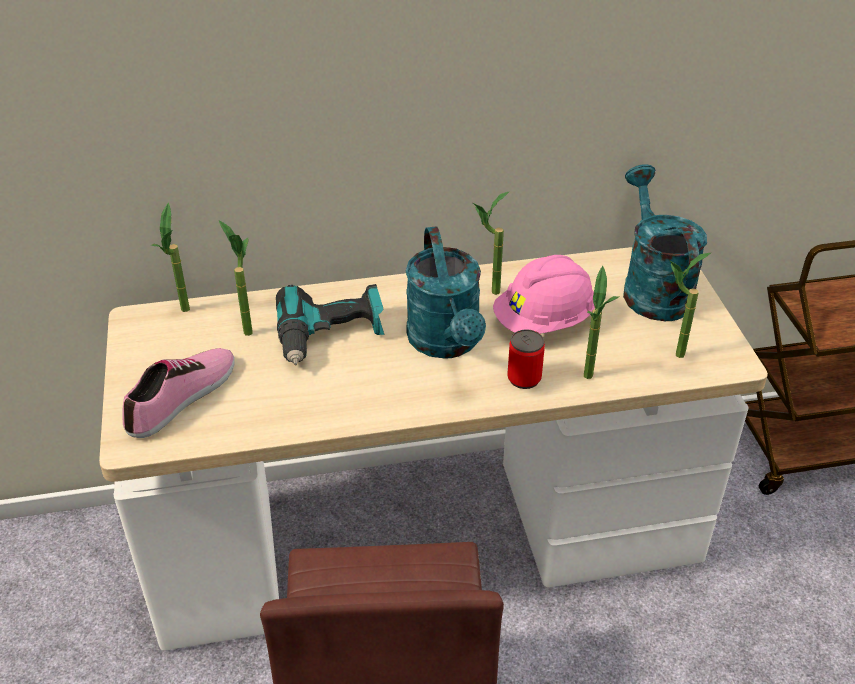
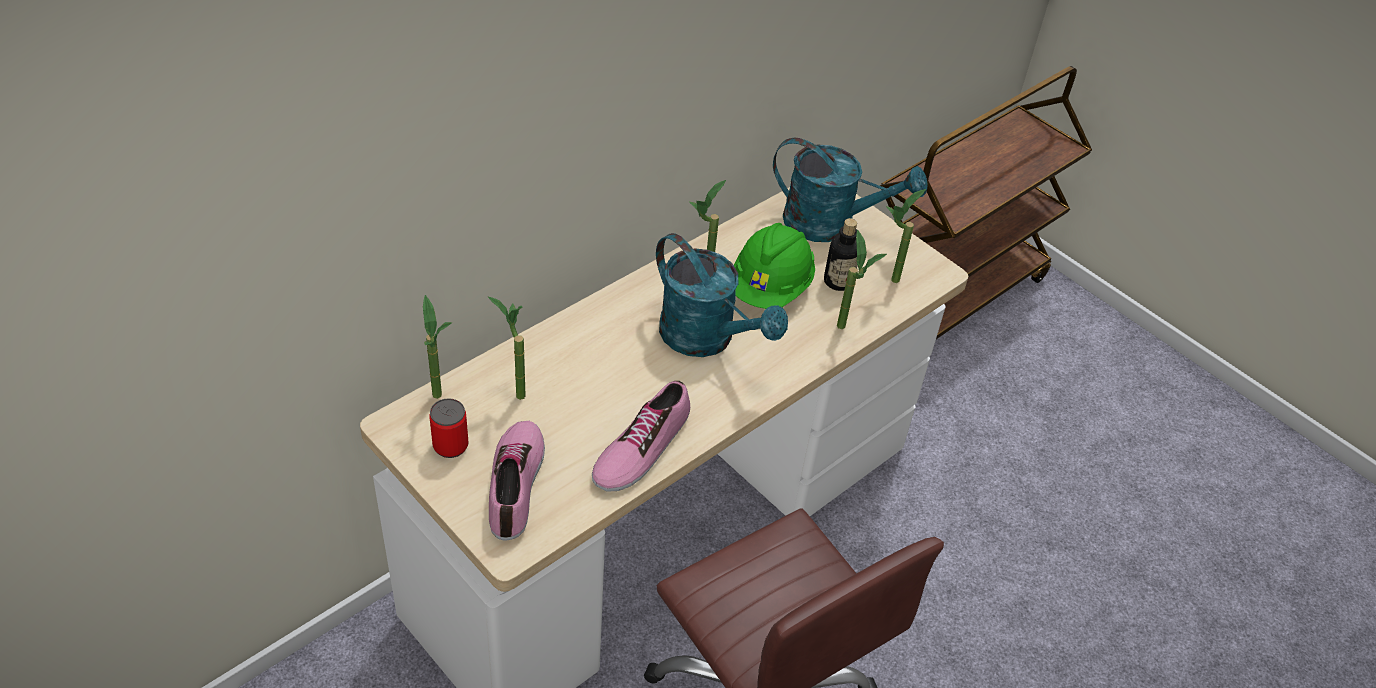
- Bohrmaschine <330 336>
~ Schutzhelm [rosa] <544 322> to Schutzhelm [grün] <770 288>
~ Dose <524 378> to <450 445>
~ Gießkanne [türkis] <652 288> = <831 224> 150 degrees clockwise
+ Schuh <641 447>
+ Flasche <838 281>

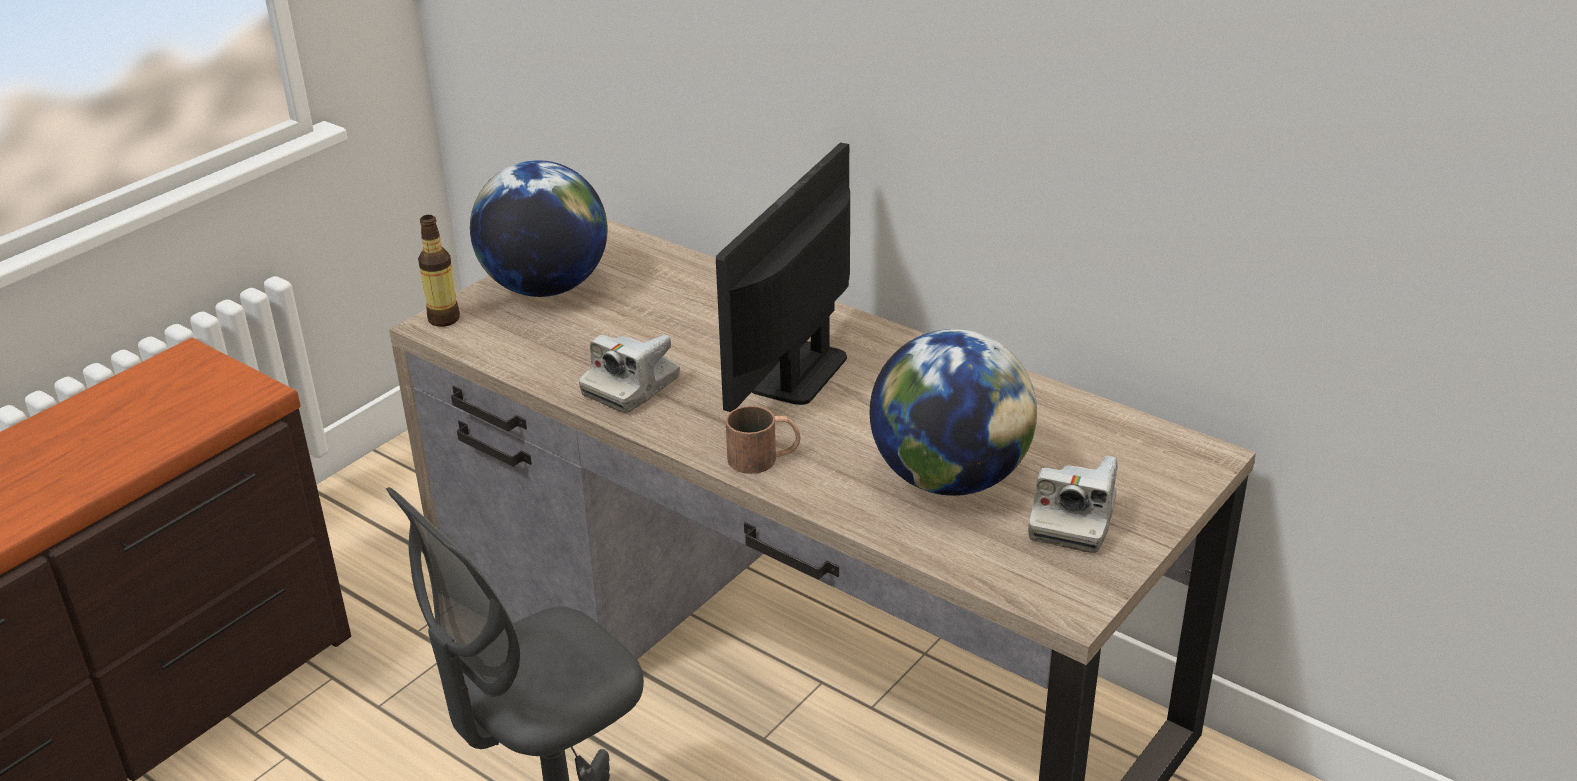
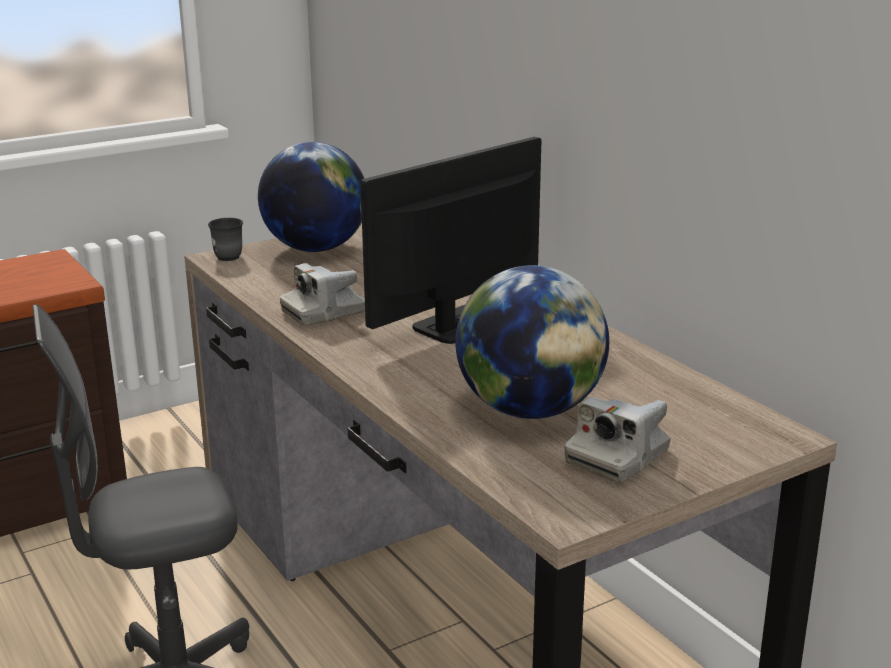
~ Flasche <444 319> to Henkelbecher [grau] <226 255>
- Henkelbecher [braun] <764 458>

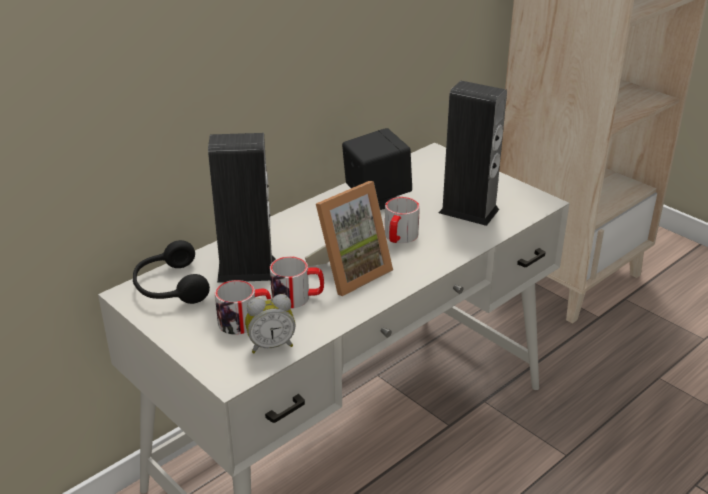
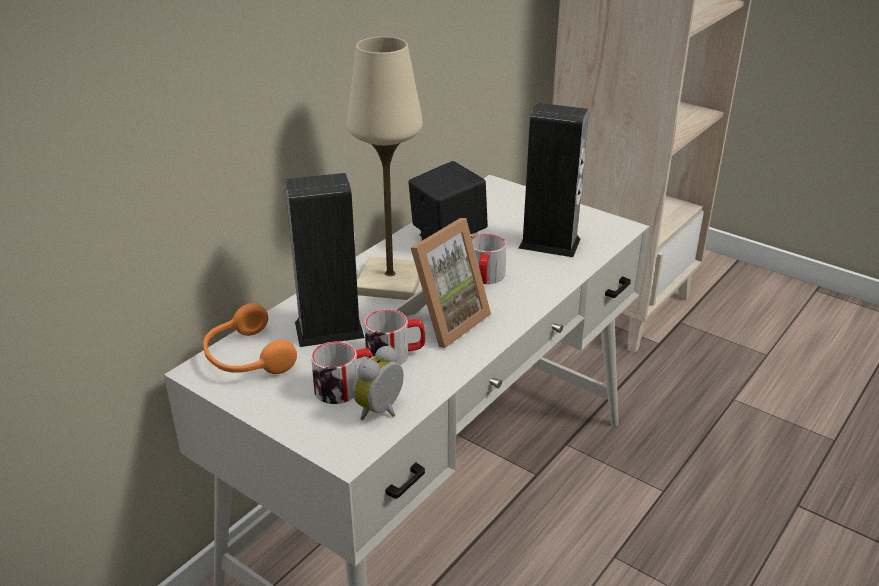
~ Kopfhörer [schwarz] <169 287> to Kopfhörer [orange] <246 358>
~ Wecker <271 345> = <382 411> 150 degrees clockwise
+ Tischlampe [beige] <390 282>

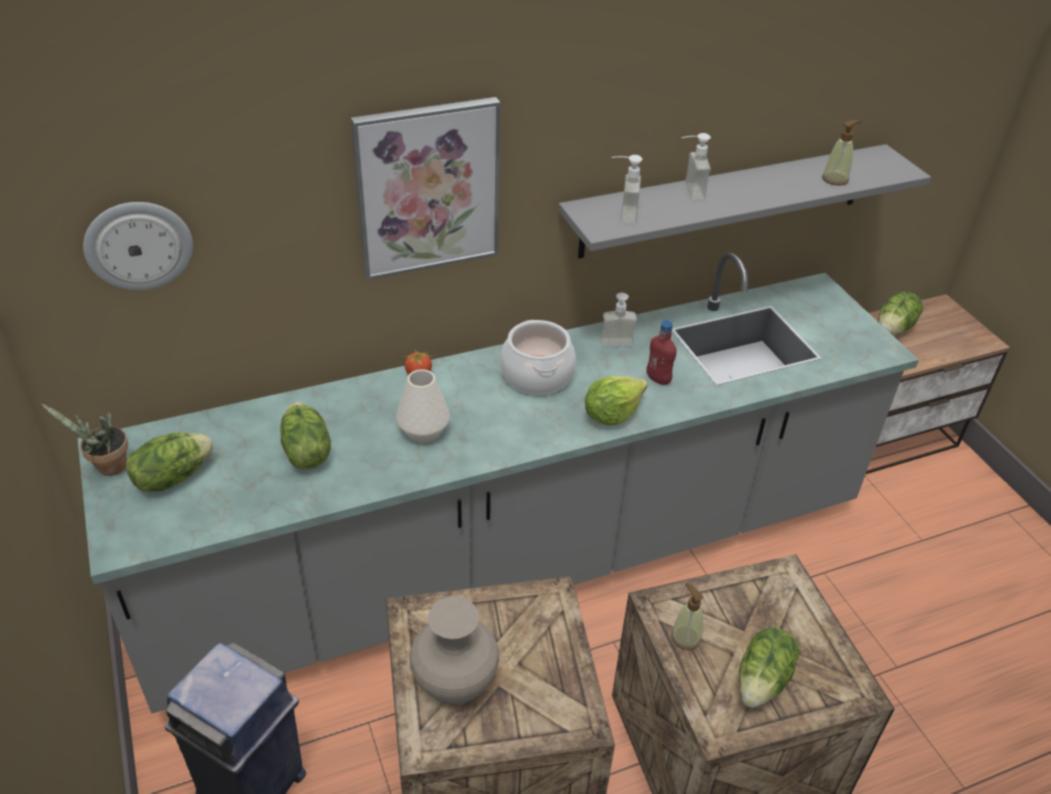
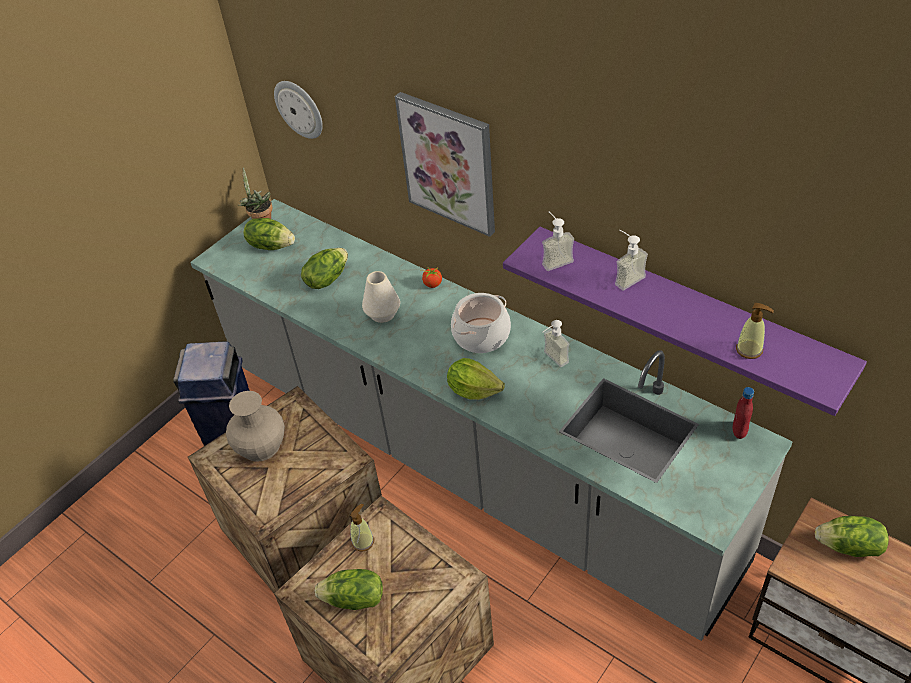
~ Wandregal [grau] <726 200> to Wandregal [lila] <685 310>
~ Flasche [rot] <658 379> to <739 431>

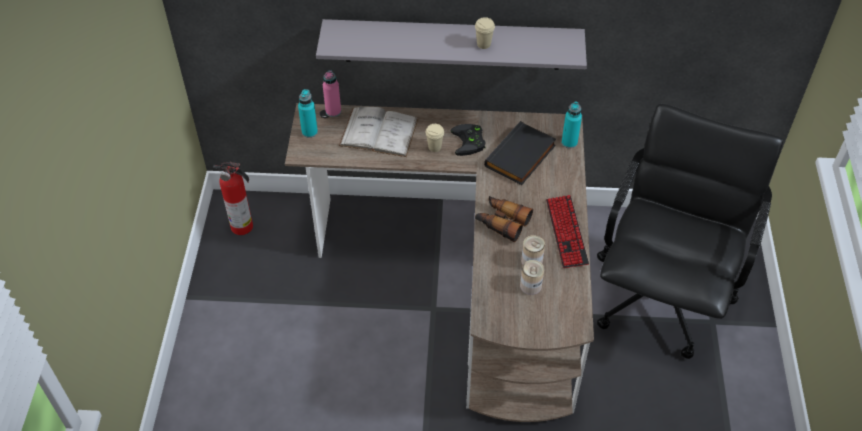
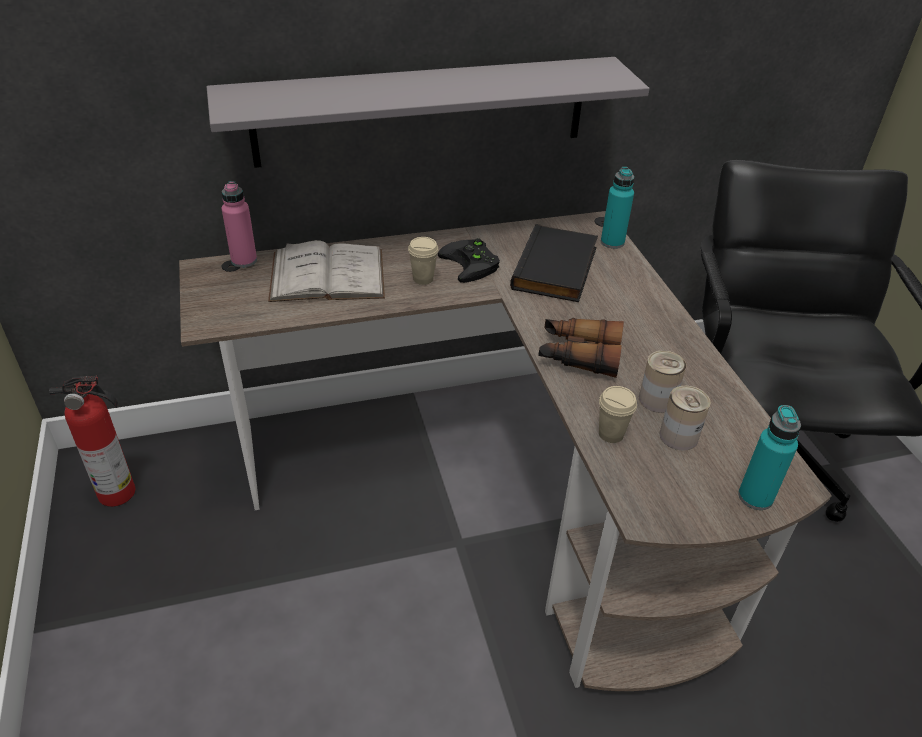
~ Flasche [türkis] <309 132> to <755 497>
~ Tasse [beige] <483 44> to <611 434>
- Tastatur <566 232>

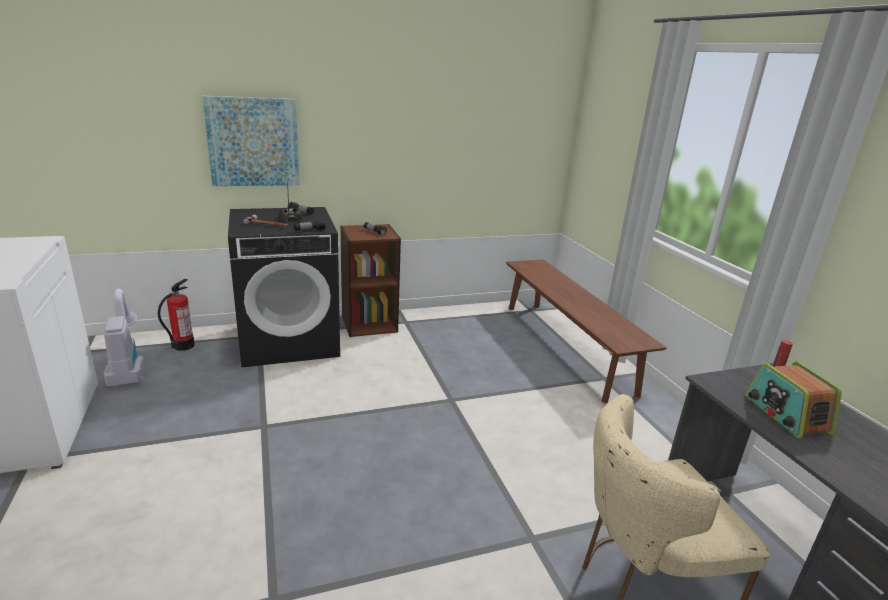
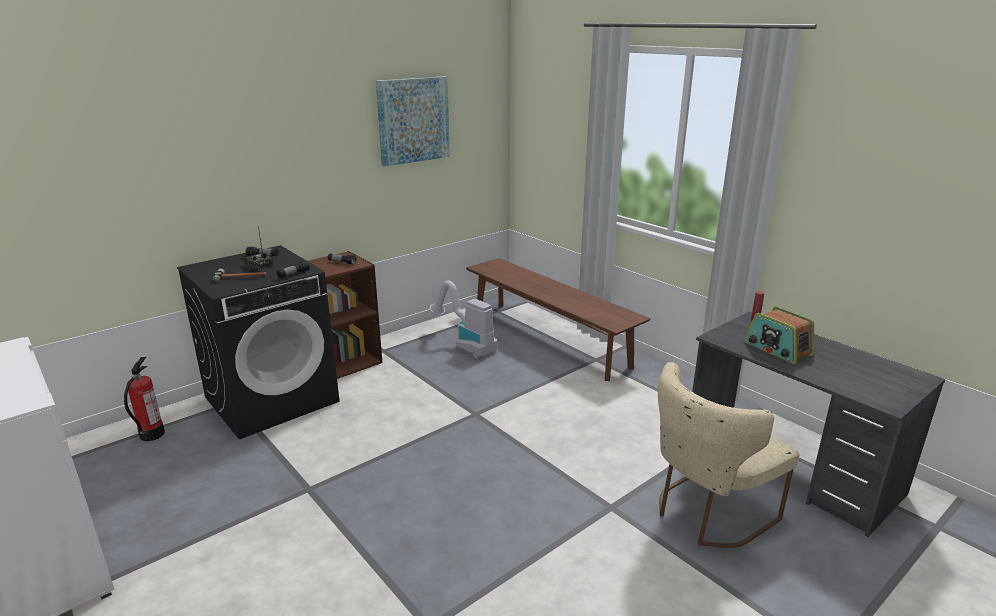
~ Staubsauger <127 366> to <465 344>
~ Bild <253 142> to <413 120>

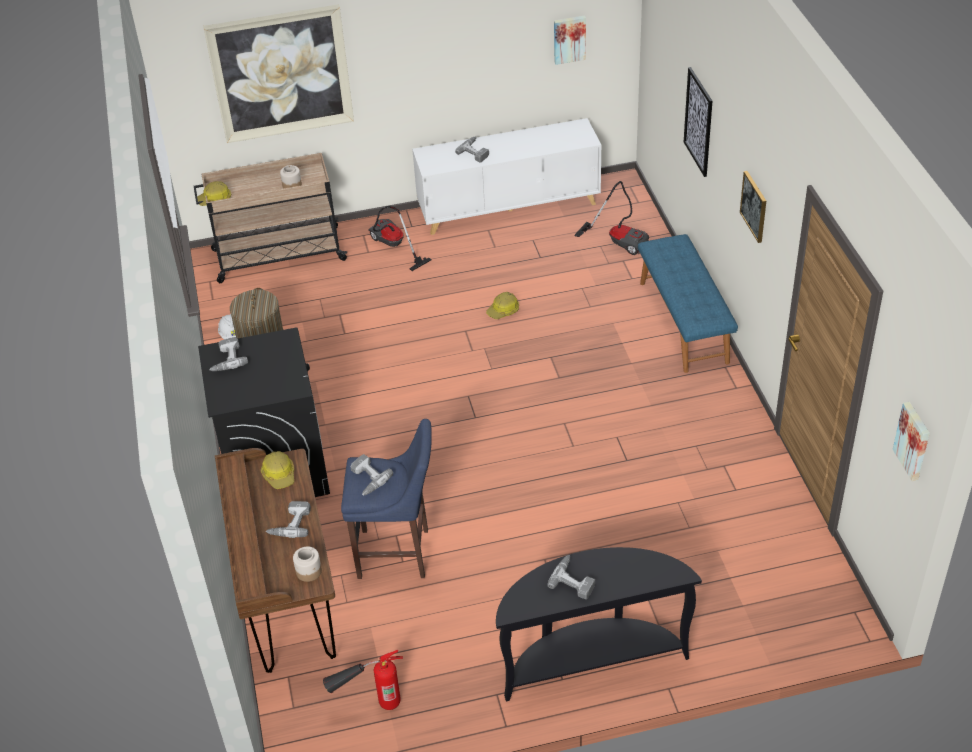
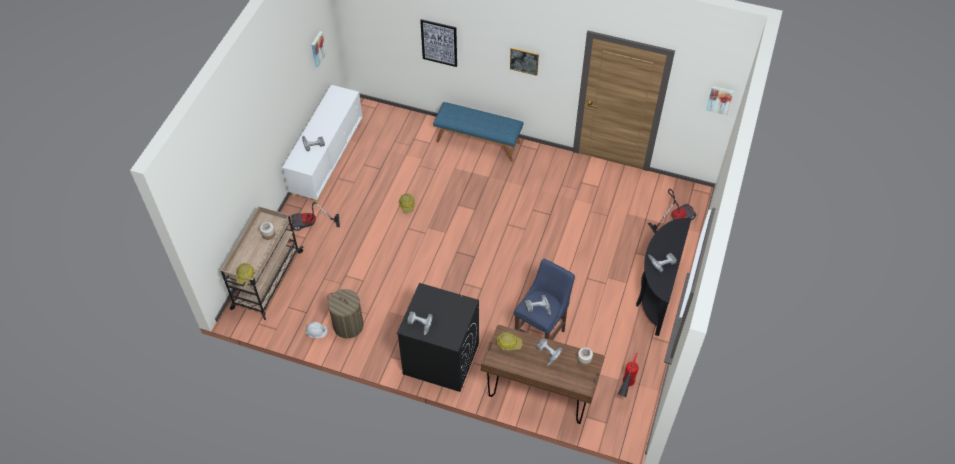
- Bild <281 73>
~ Staubsauger <619 240> to <674 218>

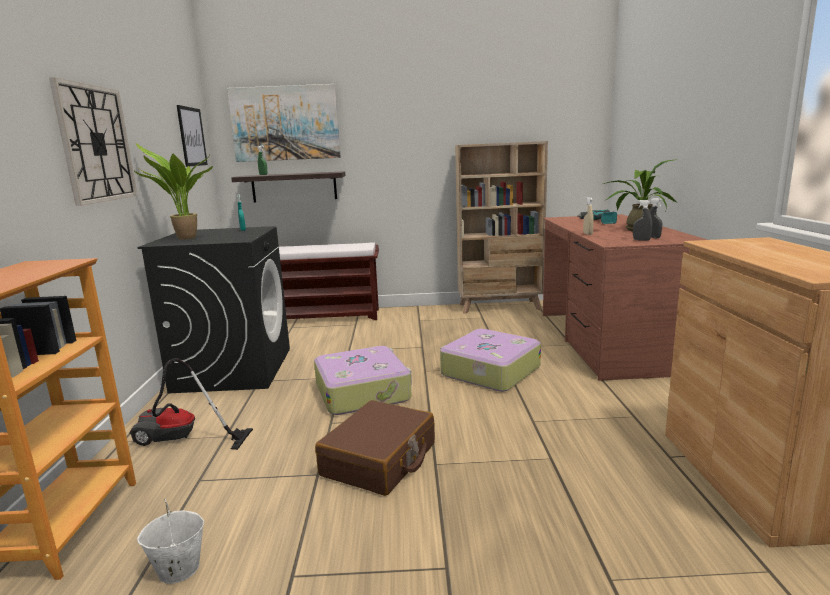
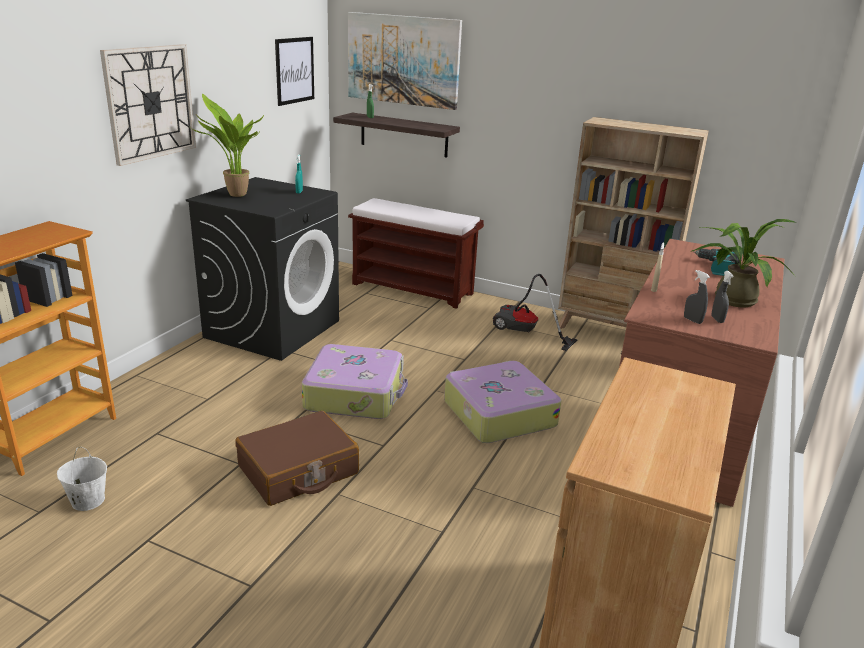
~ Staubsauger <180 440> to <524 333>

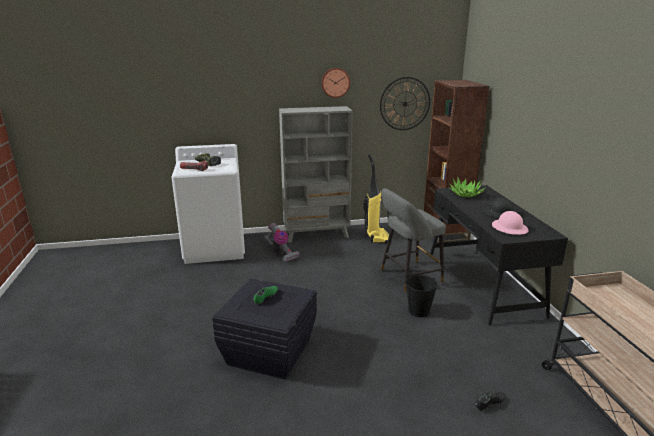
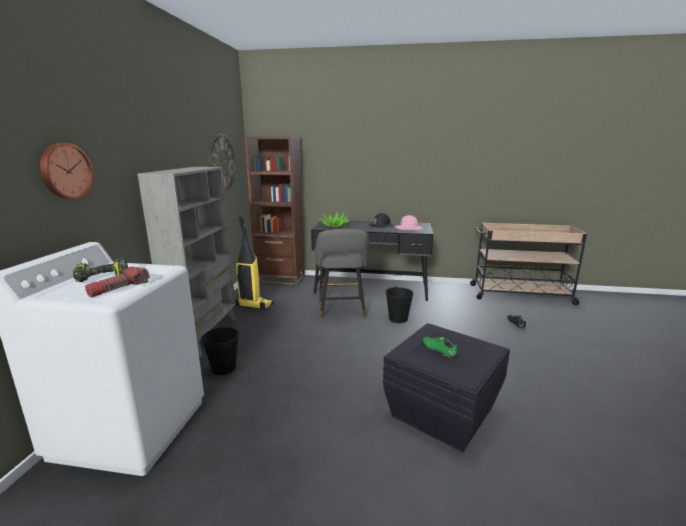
~ Staubsauger <280 253> to Eimer [schwarz] <223 367>
~ Wanduhr <335 82> to <65 171>

